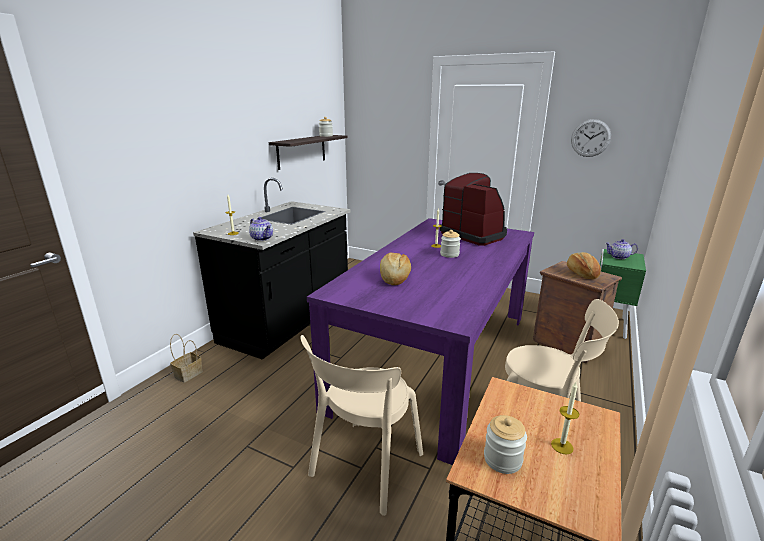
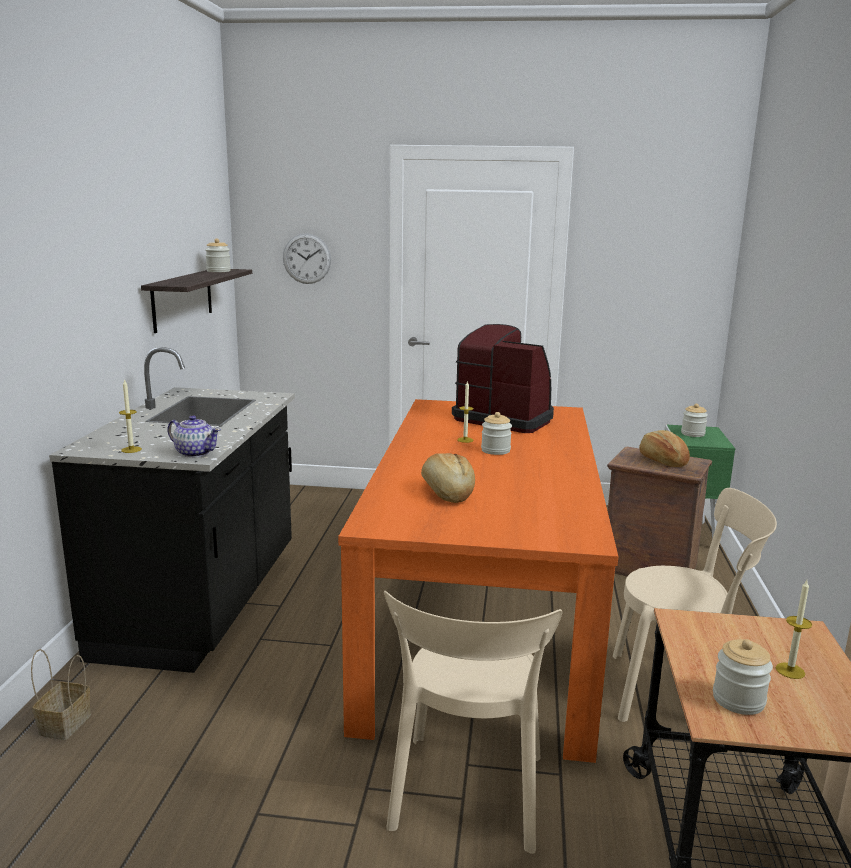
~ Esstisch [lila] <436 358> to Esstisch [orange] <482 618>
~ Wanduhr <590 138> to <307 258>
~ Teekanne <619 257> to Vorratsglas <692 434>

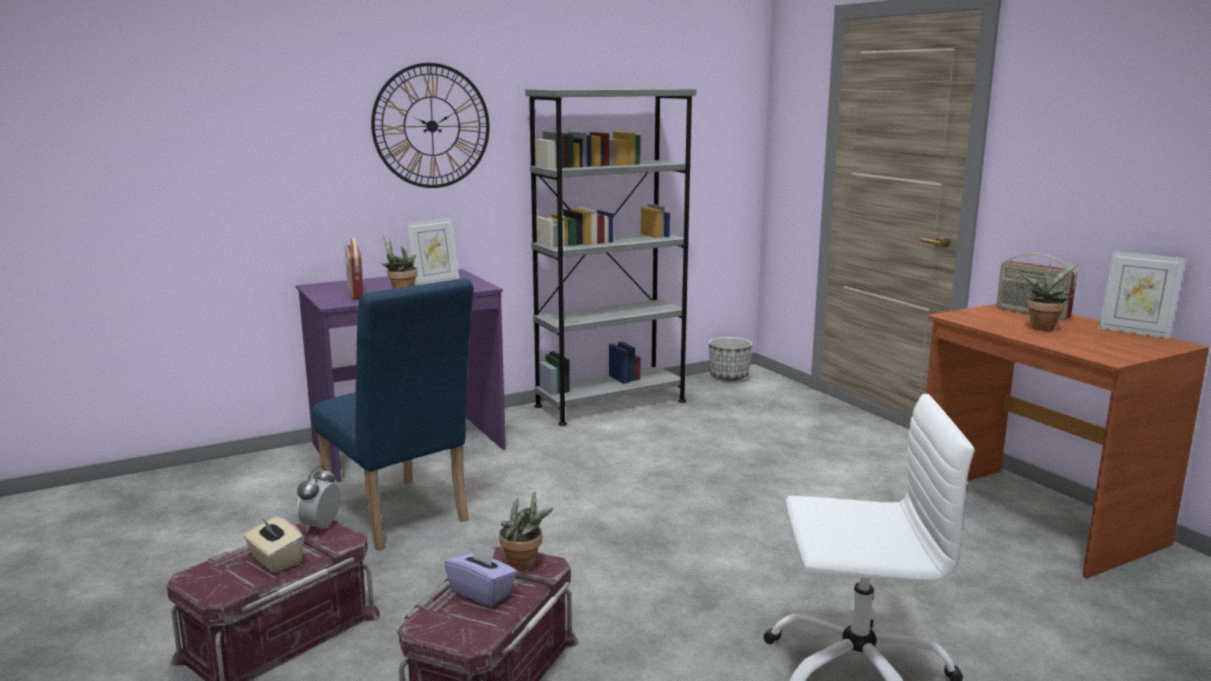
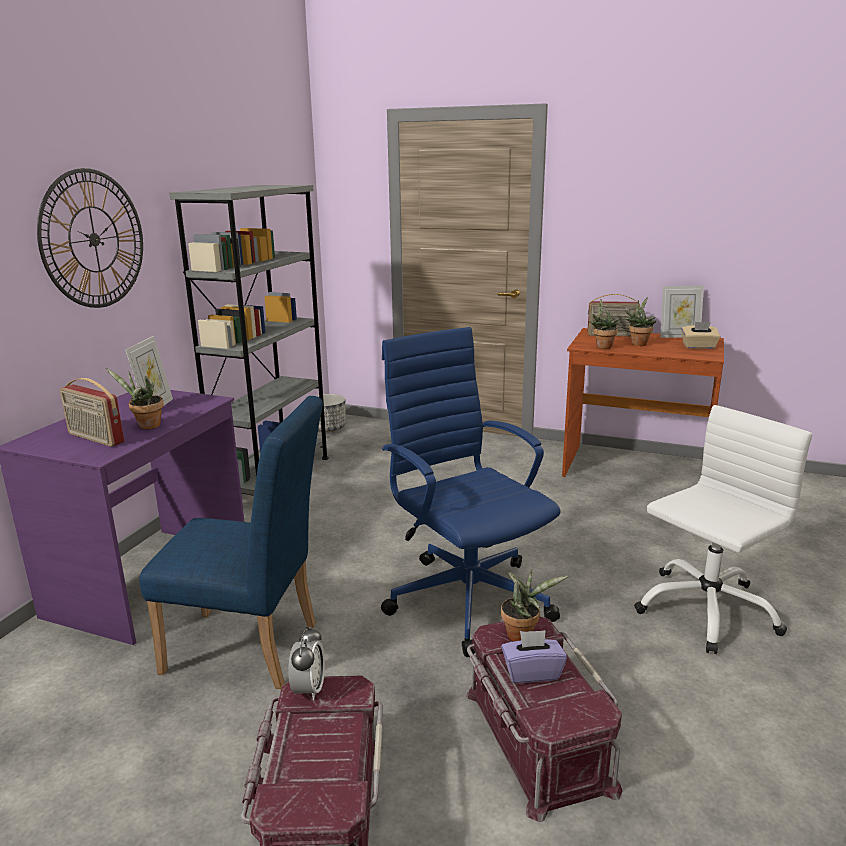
~ Taschentuchbox [beige] <275 560> to <699 347>
~ Wecker <321 527> = <309 689> 150 degrees counterclockwise
+ Bürostuhl [blau] <466 597>
+ Topfpflanze <602 346>

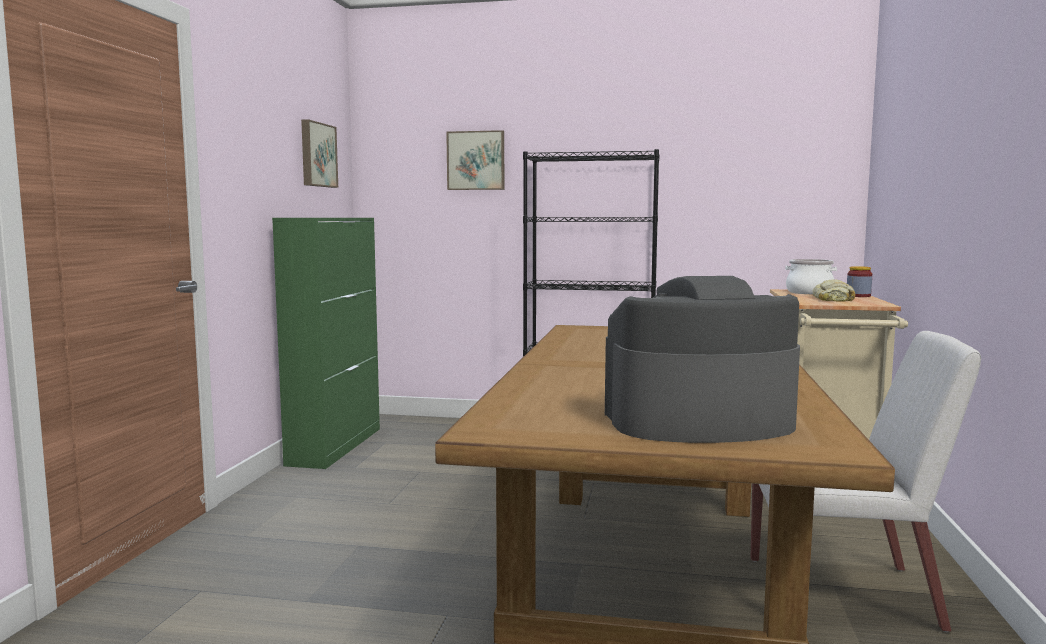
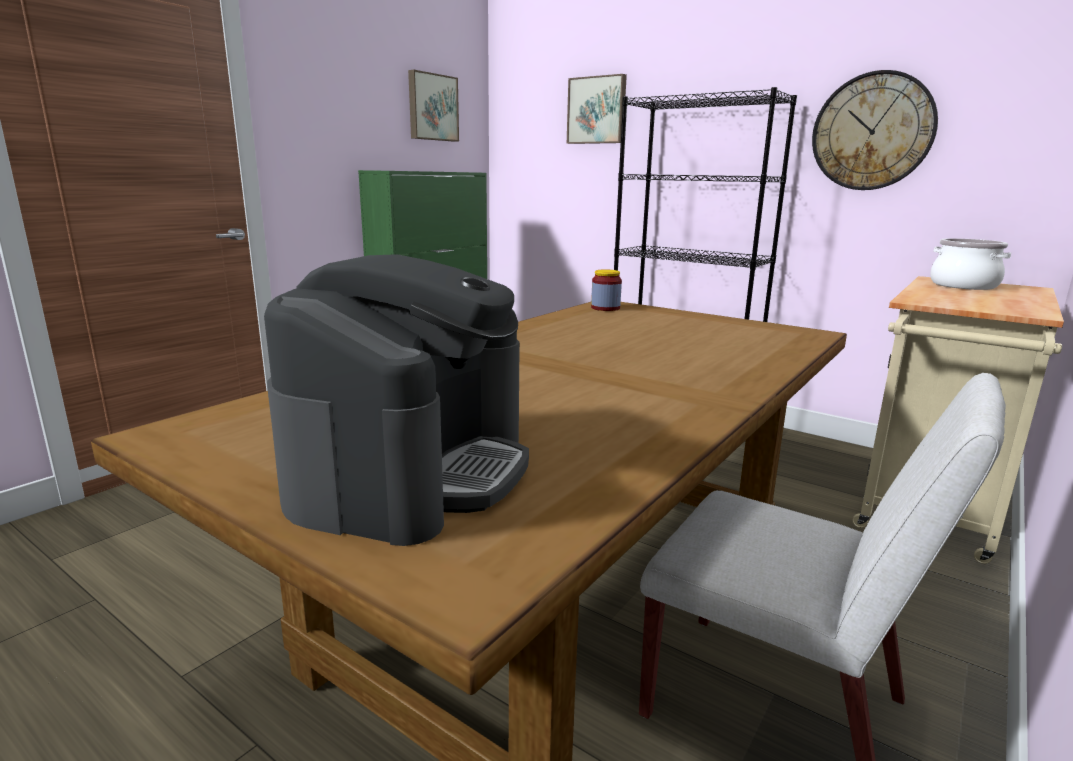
~ Kaffeemaschine <697 421> = <413 470> 90 degrees clockwise
- Brot <832 299>
~ Vorratsglas <858 296> to <605 308>
+ Wanduhr <872 132>

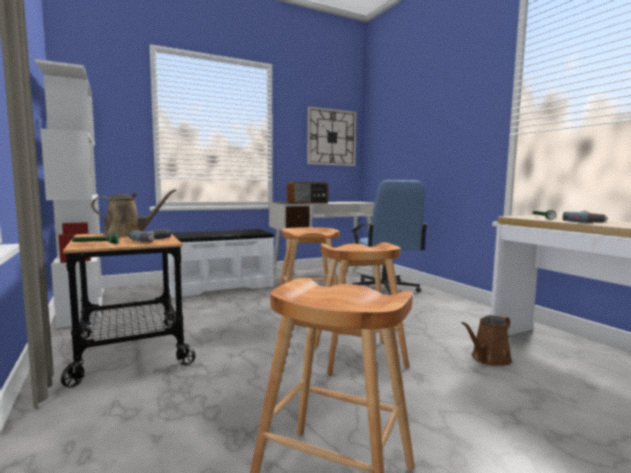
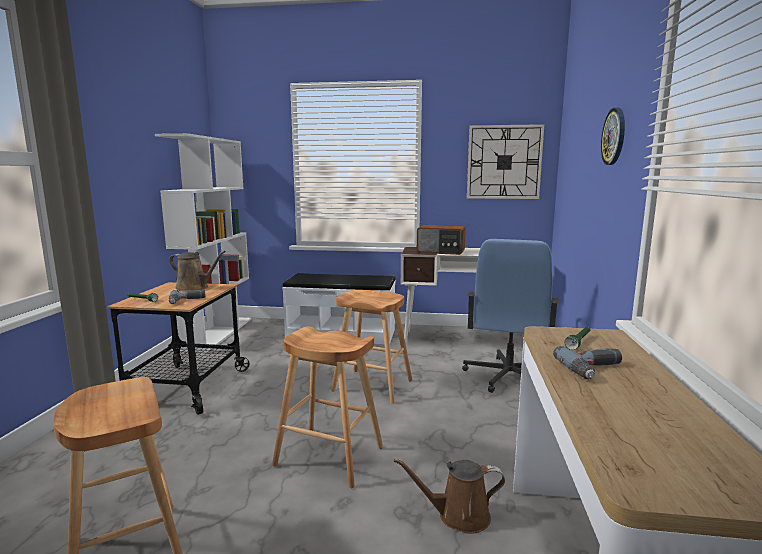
+ Wanduhr <614 136>

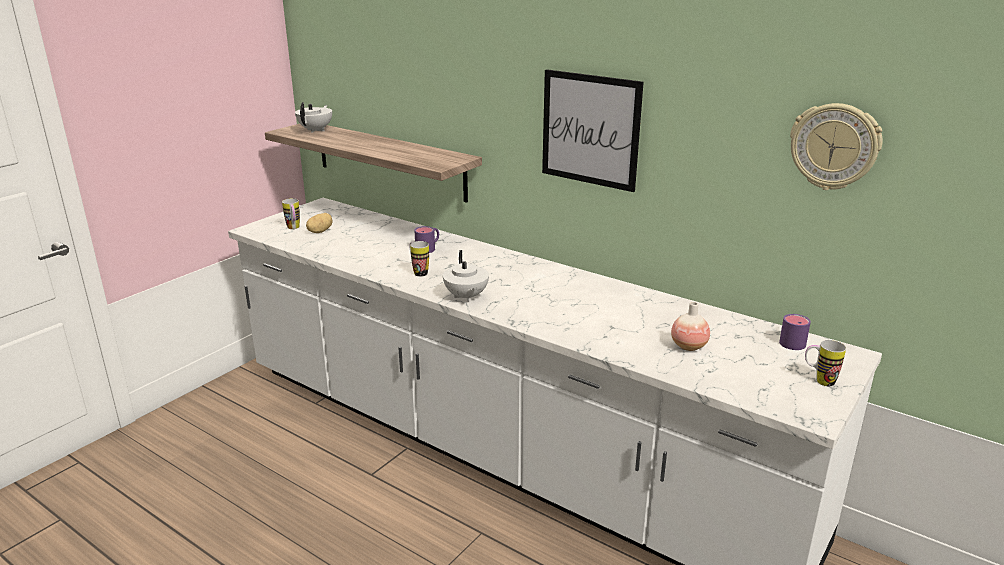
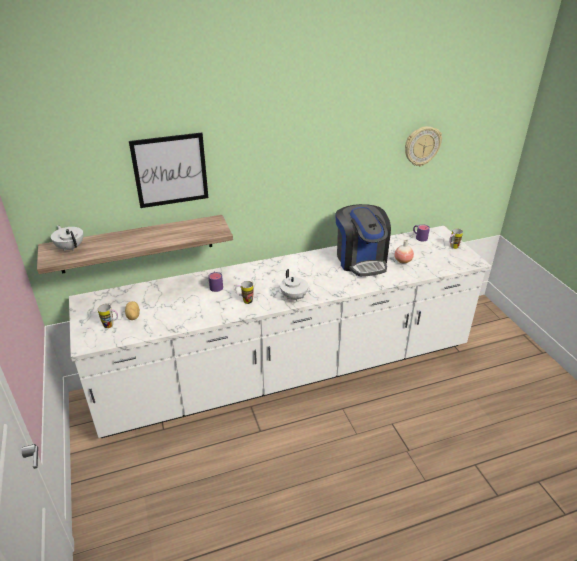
~ Teekanne [weiß] <466 297> = <294 297> 45 degrees clockwise
~ Bild <590 129> to <170 170>
+ Kaffeemaschine <361 260>

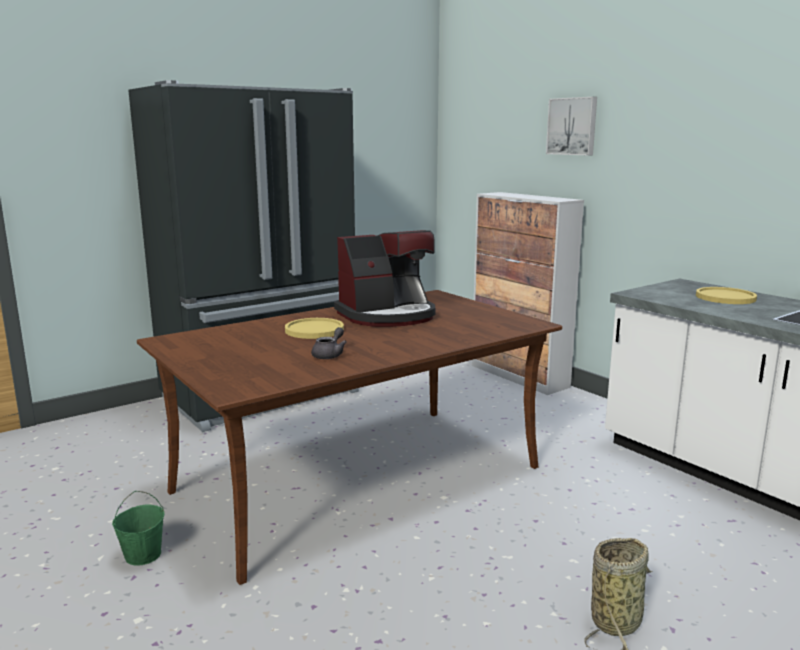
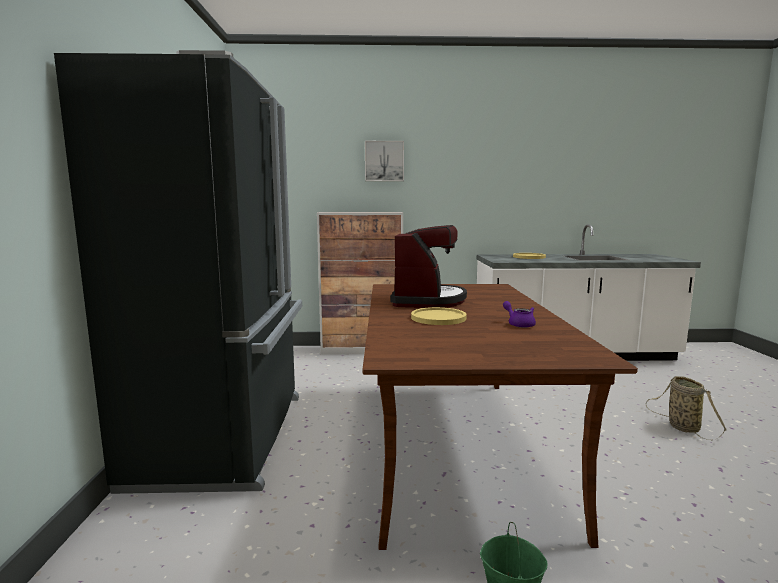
~ Teekanne [grau] <330 355> to Teekanne [lila] <519 324>

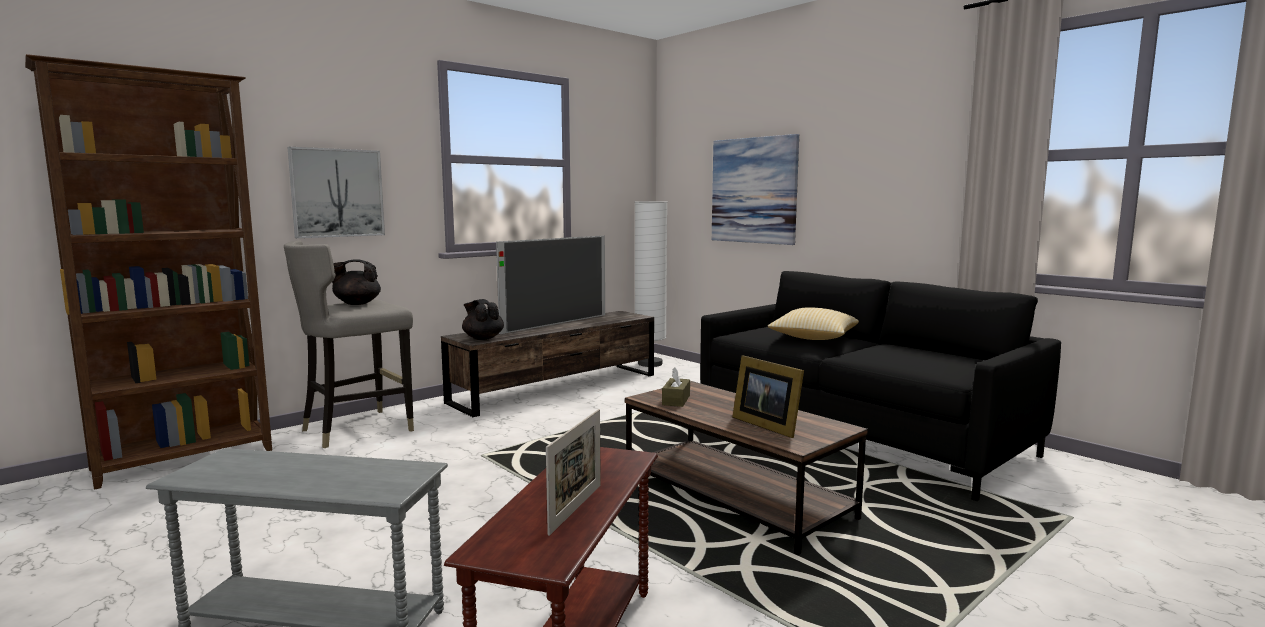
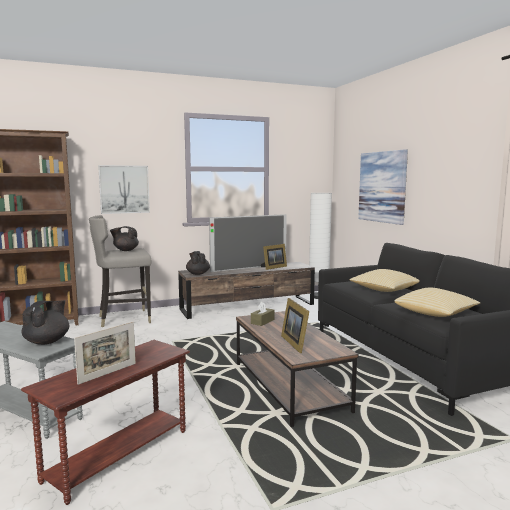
+ Teekanne [schwarz] <47 341>
+ Bilderrahmen <273 267>
+ Kissen <435 314>

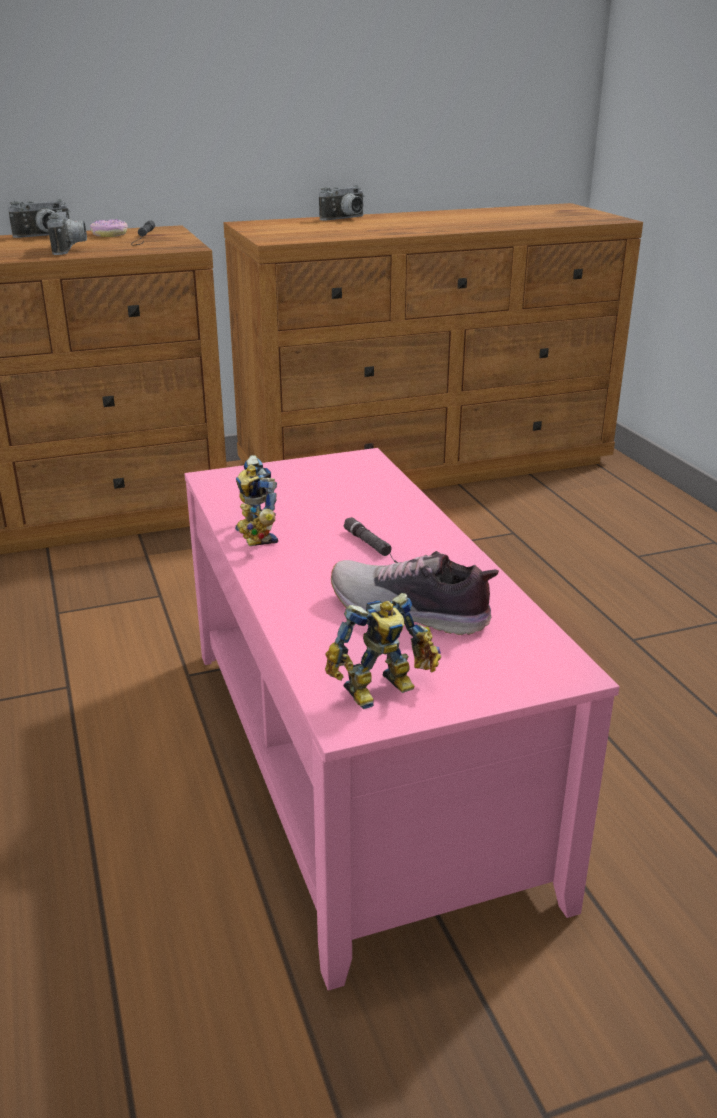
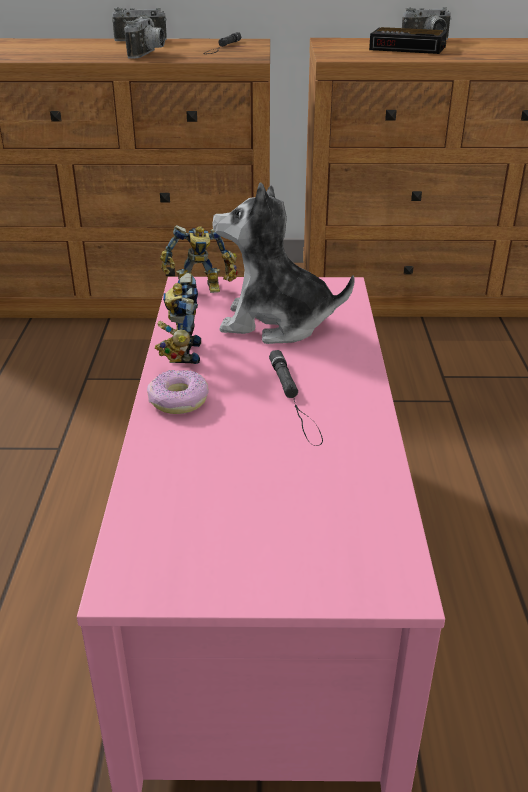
~ Donut <109 234> to <178 400>
~ Spielzeugroboter <384 692> to <200 291>
- Schuh <410 613>
+ Plüschtier <276 323>
+ Wecker <409 48>

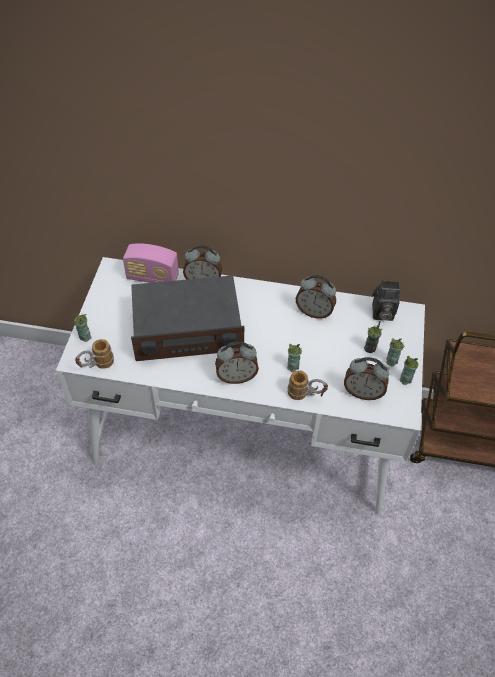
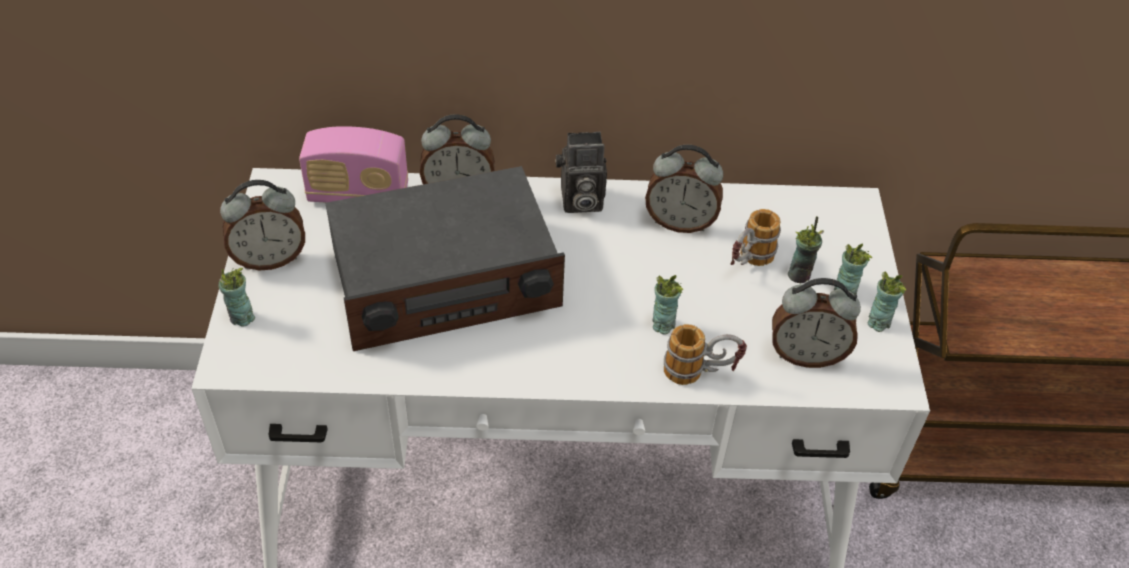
~ Henkelbecher <96 366> to <747 263>
~ Wecker <236 376> to <270 258>
~ Kamera <381 313> to <579 201>

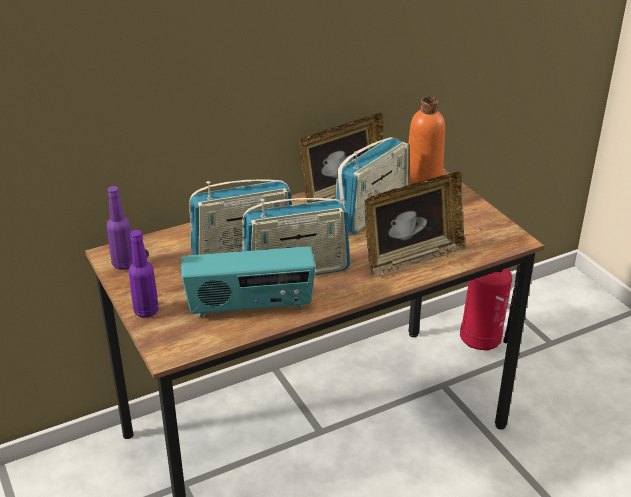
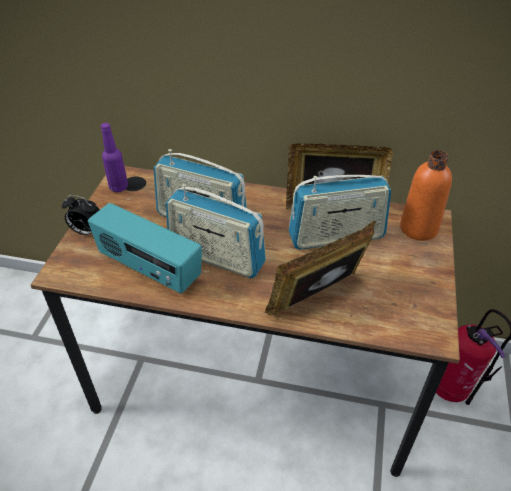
~ Flasche [lila] <146 311> to Wecker <86 232>
~ Bilderrahmen <412 258> = <318 299> 135 degrees clockwise

